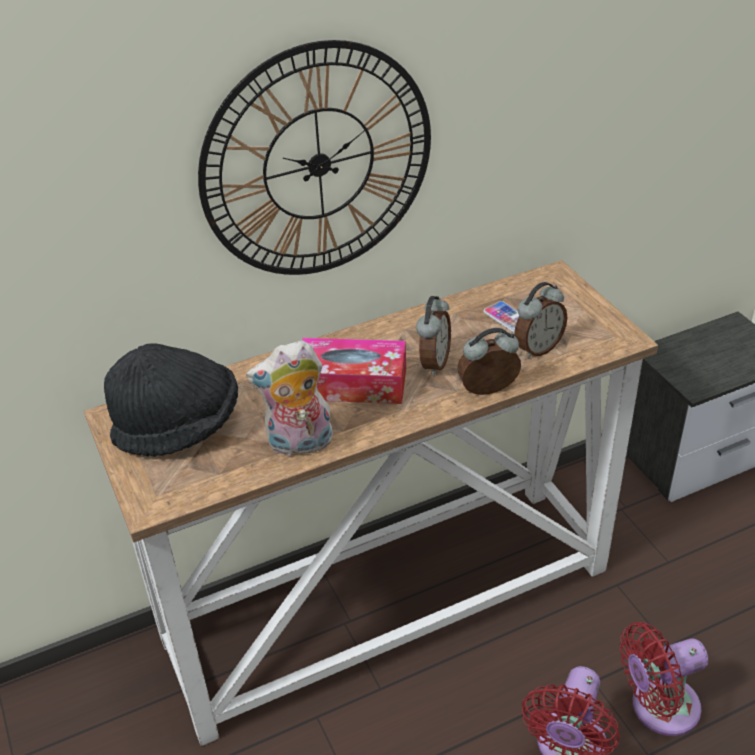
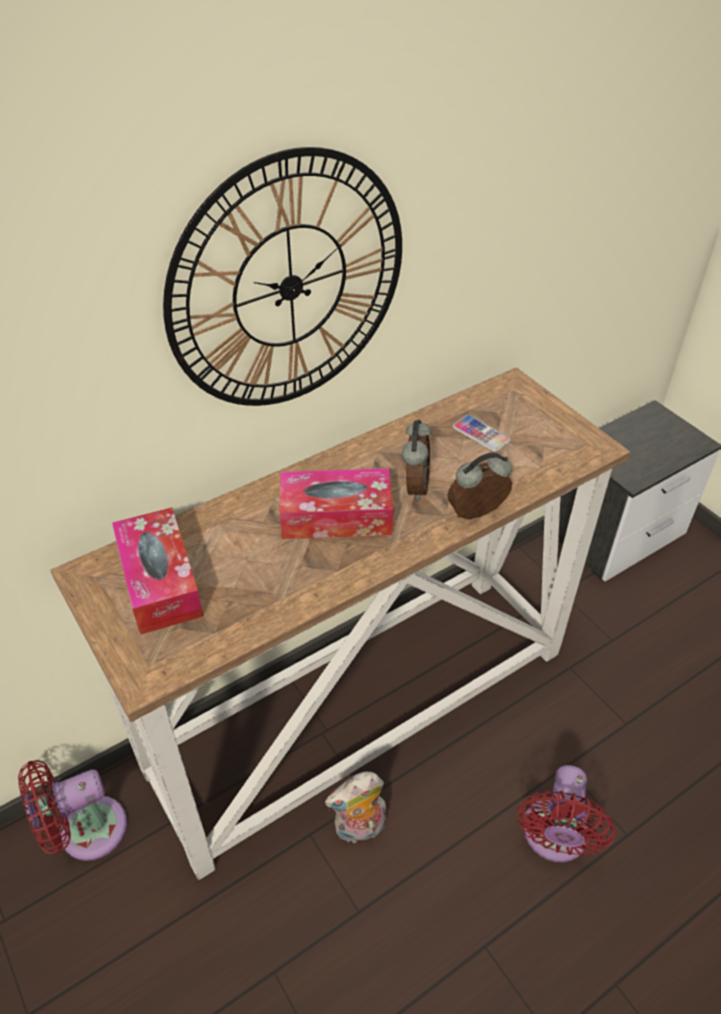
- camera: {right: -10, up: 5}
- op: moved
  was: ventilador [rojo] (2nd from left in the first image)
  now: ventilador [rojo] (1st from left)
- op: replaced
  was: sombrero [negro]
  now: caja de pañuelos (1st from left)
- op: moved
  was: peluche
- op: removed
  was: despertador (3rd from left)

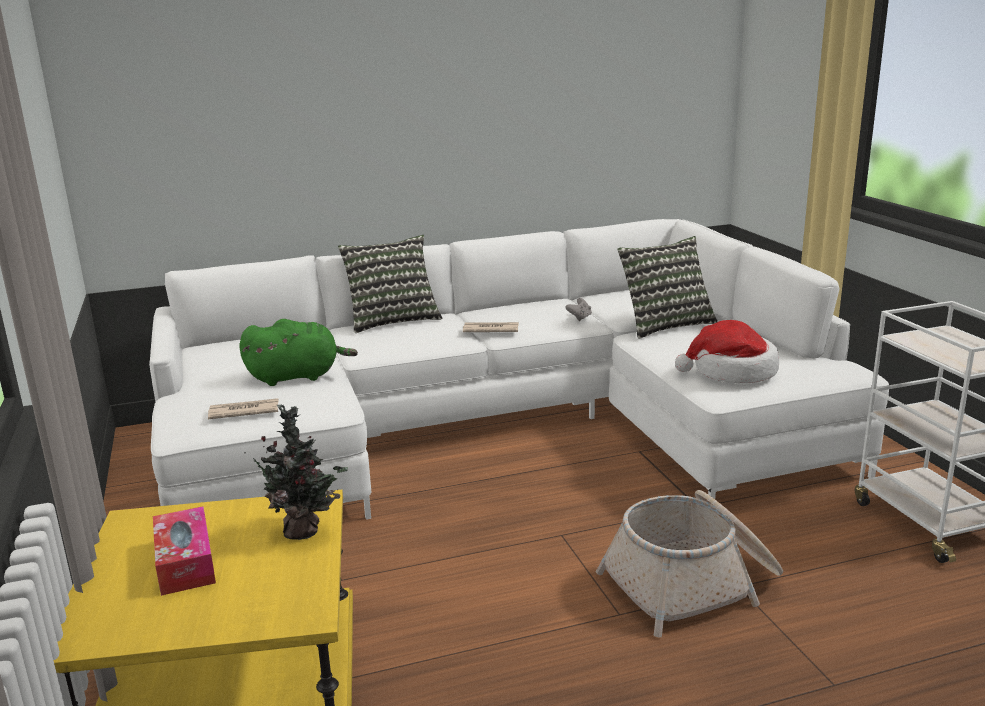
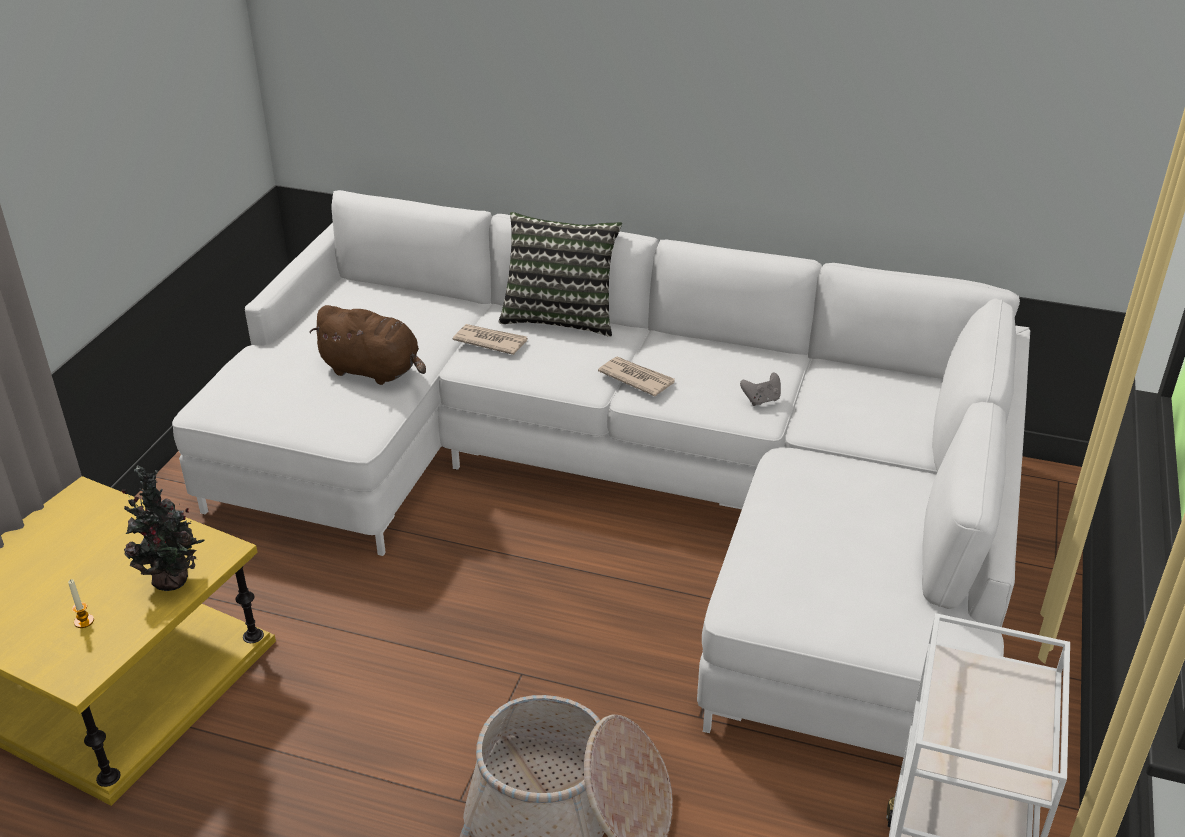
- camera: {right: 35, up: 15}
- op: added
  now: vela
- op: recoloured
  was: peluche [verde]
  now: peluche [marrón]
- op: moved
  was: periódico (1st from left)
- op: removed
  was: caja de pañuelos
- op: removed
  was: cojín (2nd from left)
- op: removed
  was: sombrero

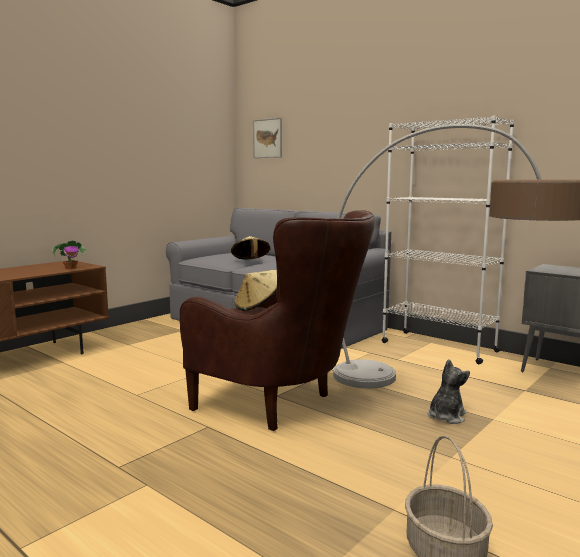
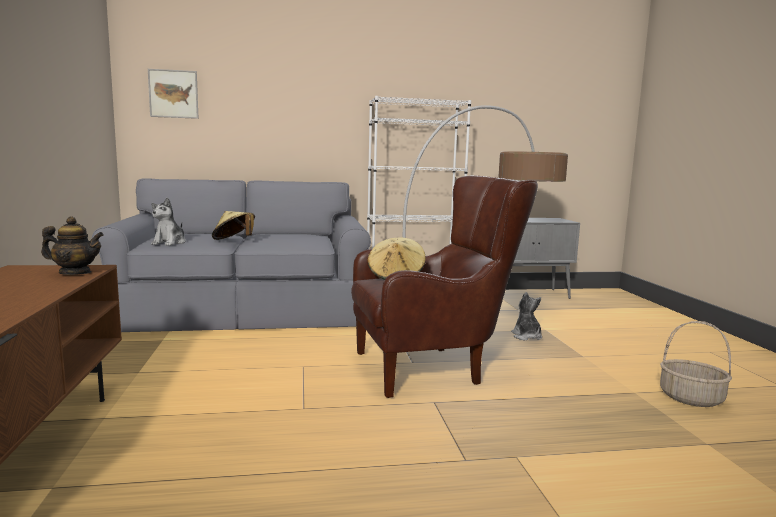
- camera: {right: -50, up: 0}
- op: replaced
  was: planta en maceta
  now: tetera
- op: added
  now: peluche (1st from left)

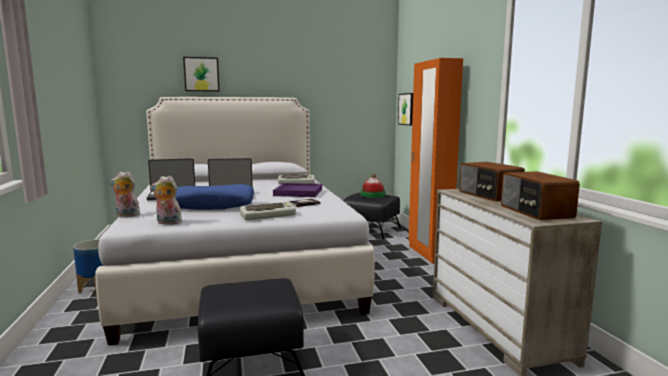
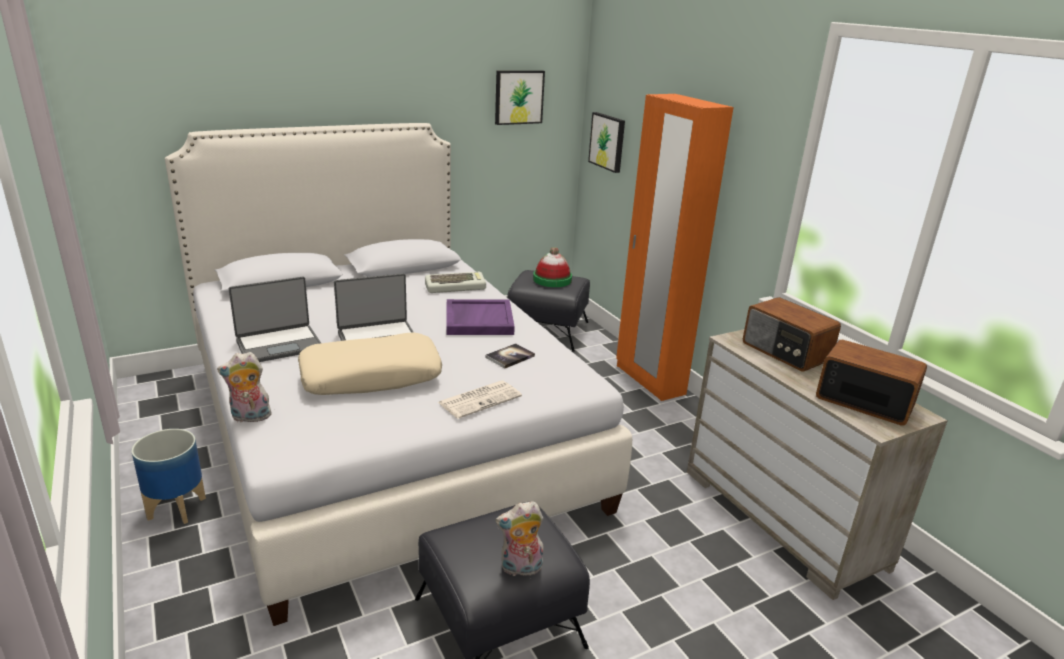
- camera: {right: -15, up: 15}
- op: recoloured
  was: cojín [azul]
  now: cojín [beis]
- op: replaced
  was: teclado (1st from left)
  now: periódico
- op: moved
  was: cuadro (1st from left)
- op: moved
  was: peluche (2nd from left)
- op: turned
  was: radio (2nd from left)
  clockwise: 150

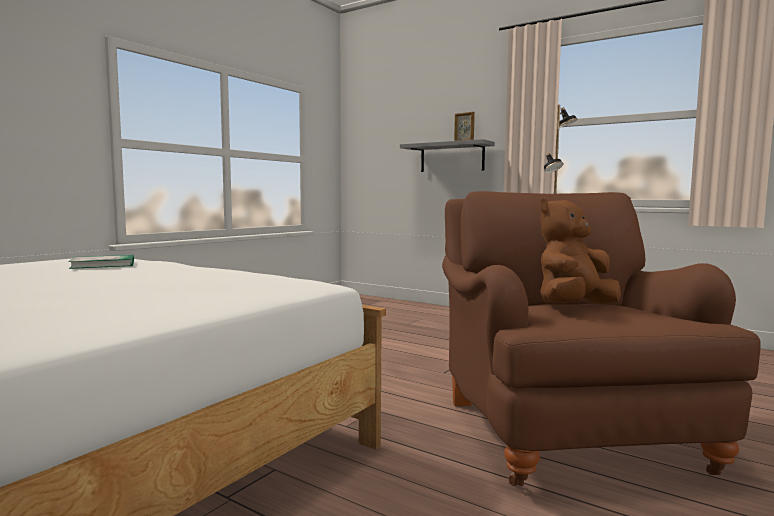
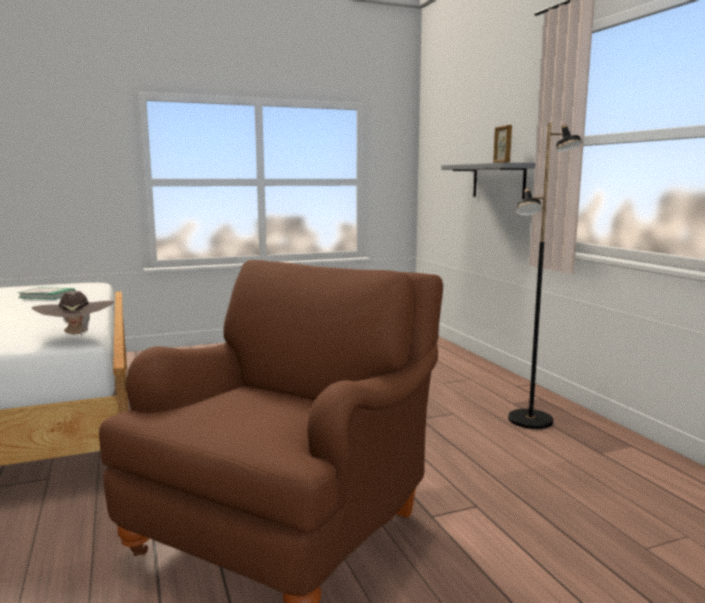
- camera: {right: 35, up: 5}
- op: added
  now: sombrero [marrón]
- op: removed
  was: peluche [marrón]

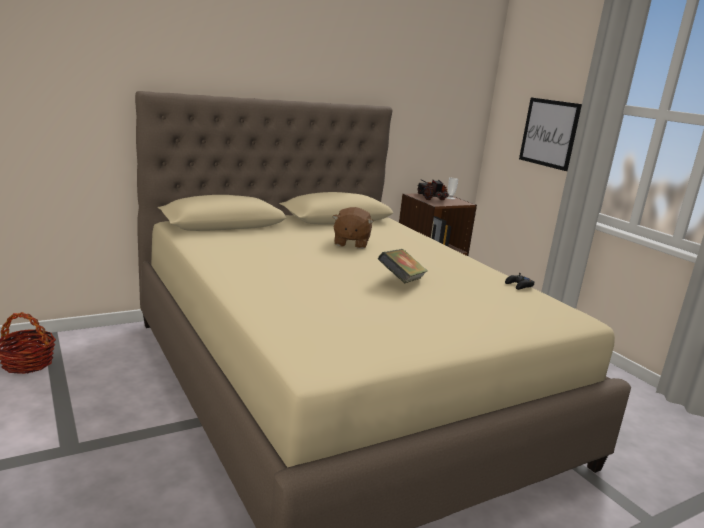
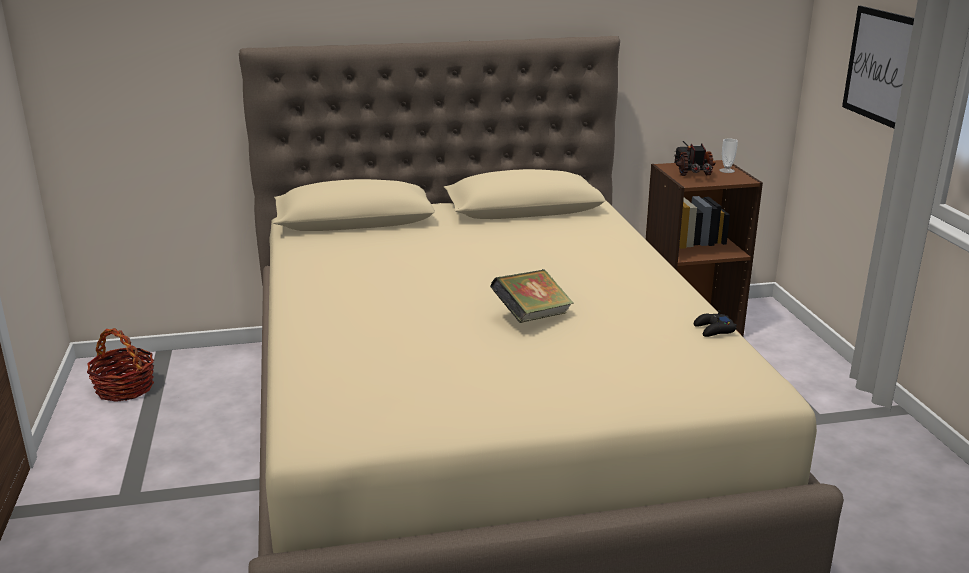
- camera: {right: 20, up: 5}
- op: removed
  was: peluche [marrón]

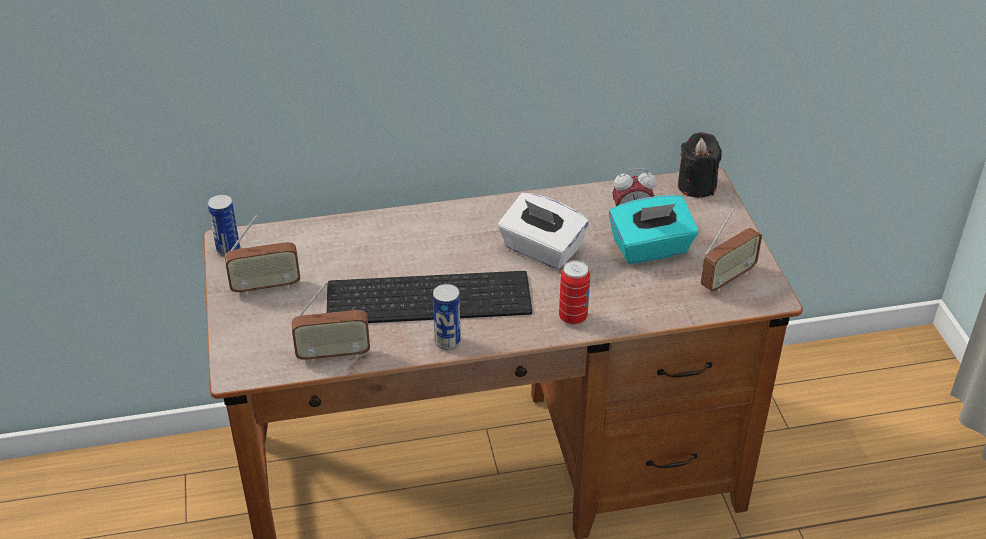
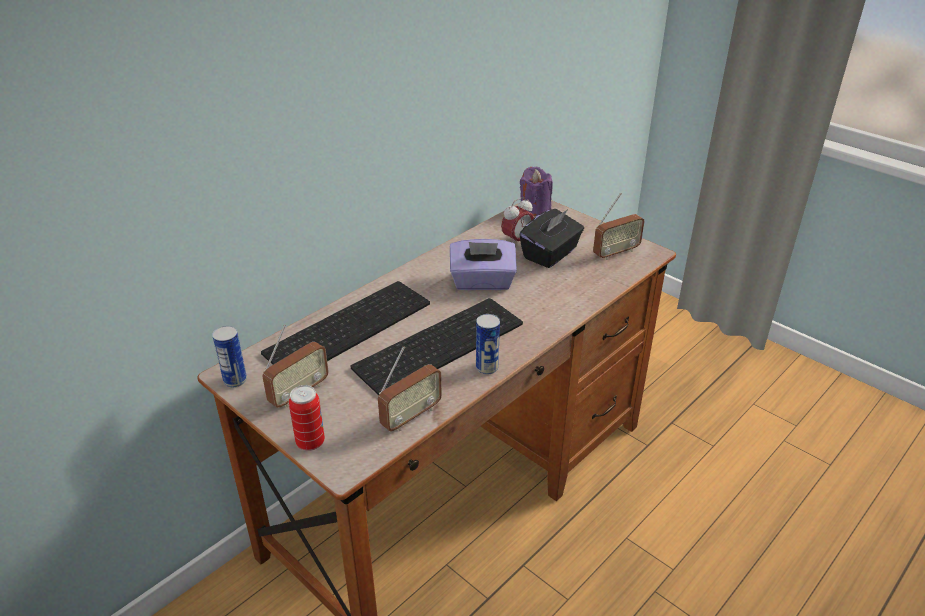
- camera: {right: -35, up: -5}
- op: added
  now: teclado (1st from left)
- op: moved
  was: lata (3rd from left in the first image)
  now: lata (2nd from left)
- op: recoloured
  was: caja de pañuelos [blanco]
  now: caja de pañuelos [morado]
- op: recoloured
  was: caja de pañuelos [turquesa]
  now: caja de pañuelos [negro]
- op: recoloured
  was: vela [negro]
  now: vela [morado]
- op: turned
  was: radio (3rd from left)
  clockwise: 45

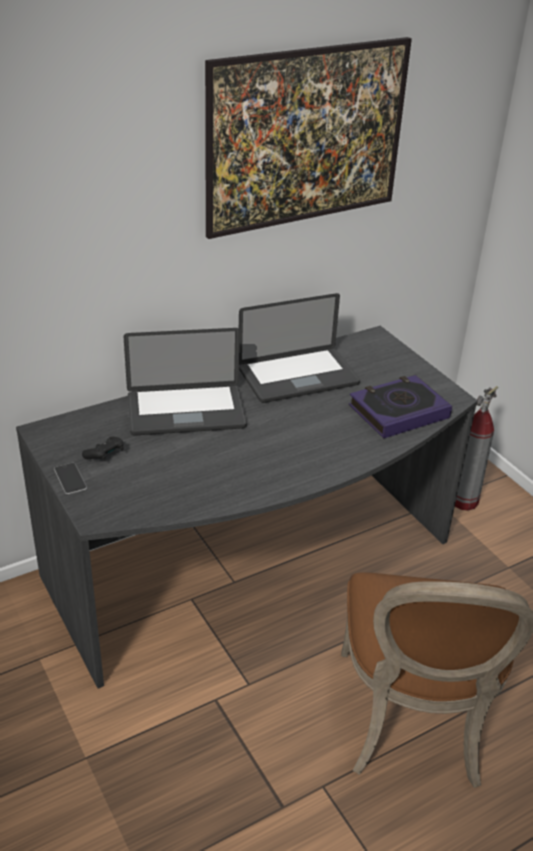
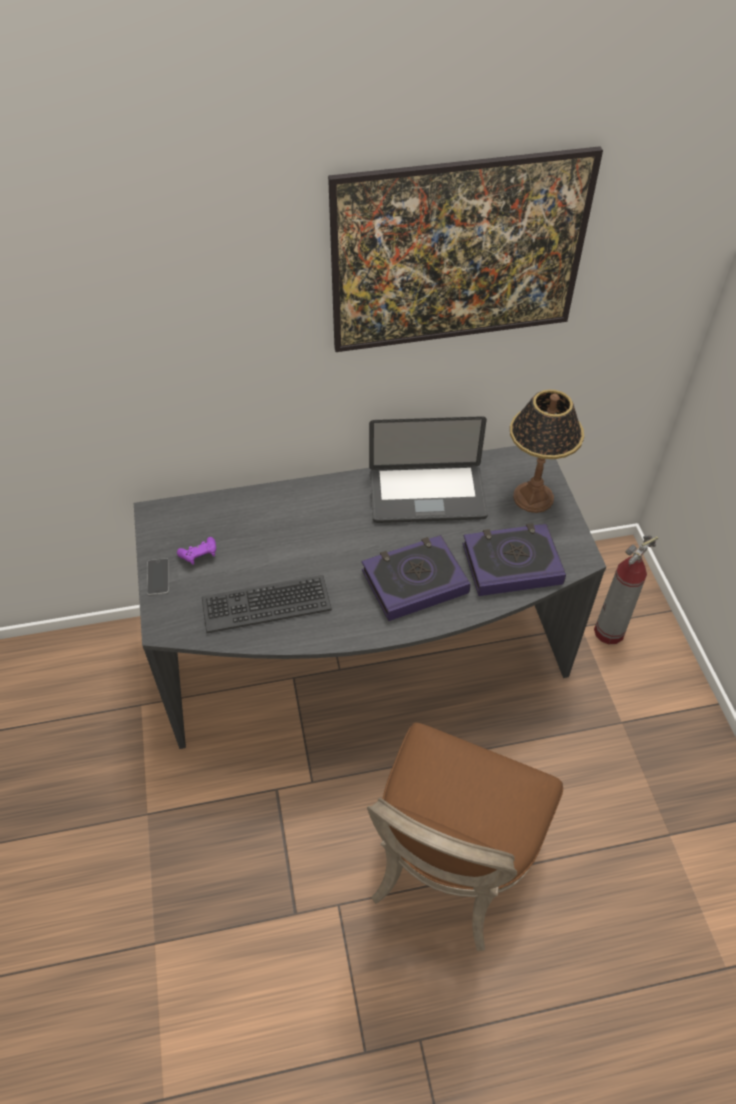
- camera: {right: 20, up: 15}
- op: recoloured
  was: mando de consola [negro]
  now: mando de consola [morado]
- op: added
  now: teclado
- op: added
  now: libro (1st from left)
- op: added
  now: lámpara de mesa
- op: removed
  was: portátil (1st from left)

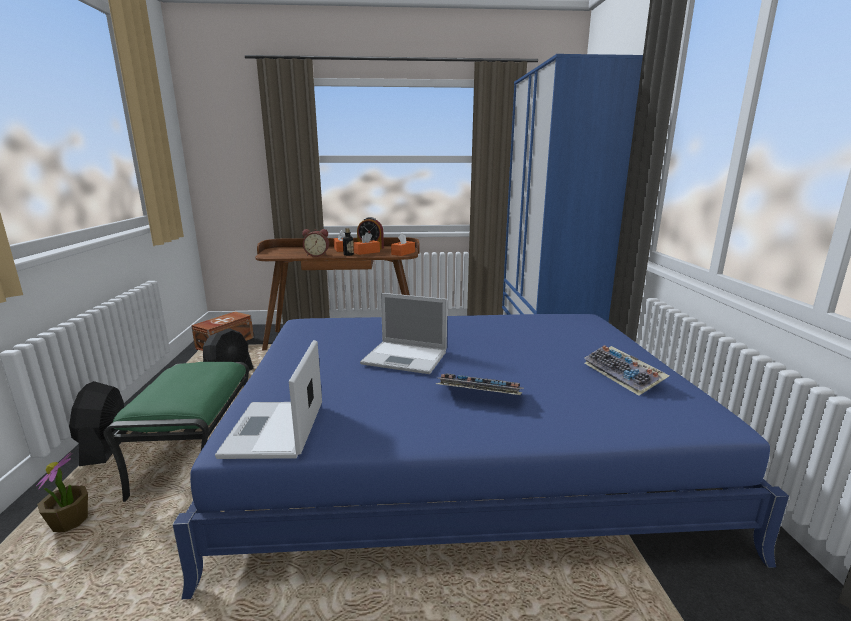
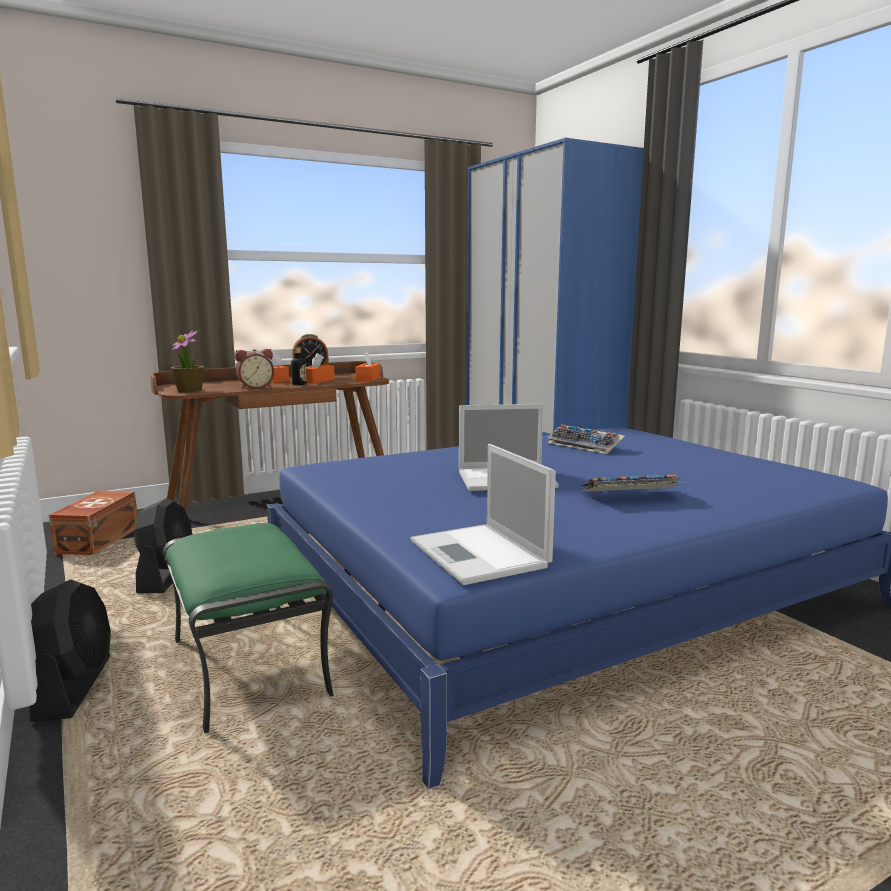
- camera: {right: -25, up: -5}
- op: turned
  was: ventilador [negro] (1st from left)
  clockwise: -150
- op: moved
  was: planta en maceta
- op: moved
  was: teclado (2nd from left in the first image)
  now: teclado (1st from left)

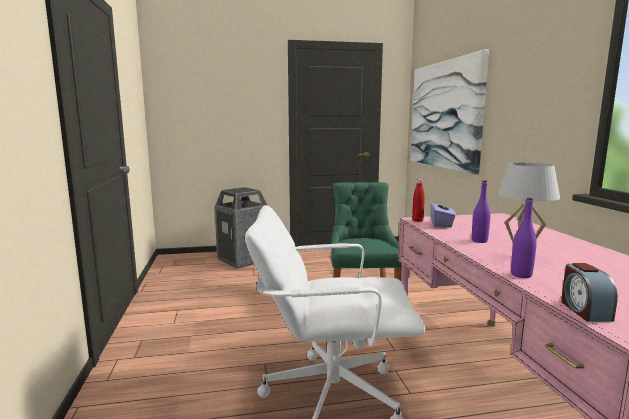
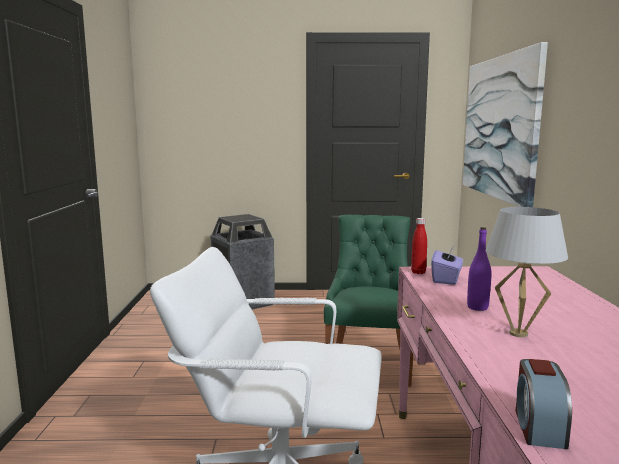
- camera: {right: 10, up: 0}
- op: removed
  was: botella [morado] (2nd from left)

